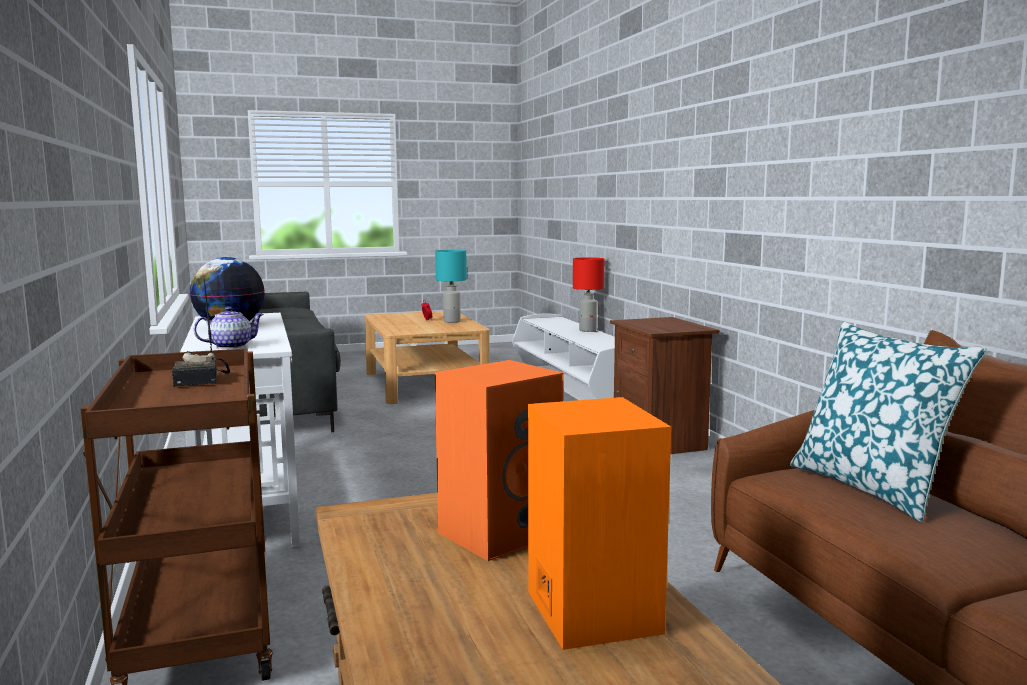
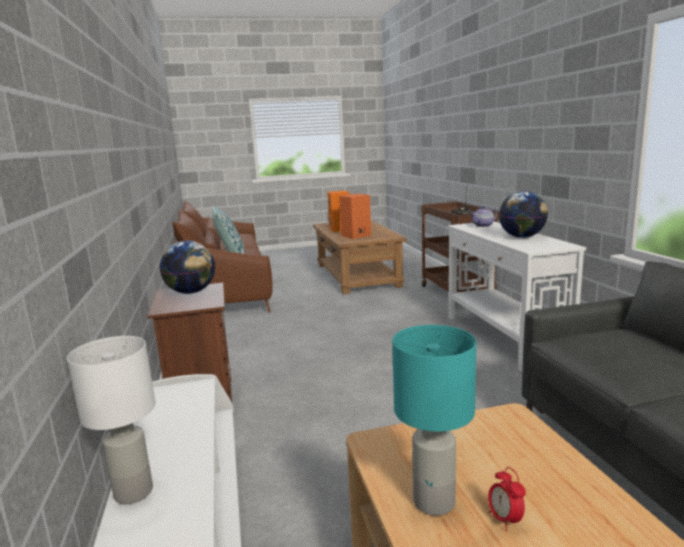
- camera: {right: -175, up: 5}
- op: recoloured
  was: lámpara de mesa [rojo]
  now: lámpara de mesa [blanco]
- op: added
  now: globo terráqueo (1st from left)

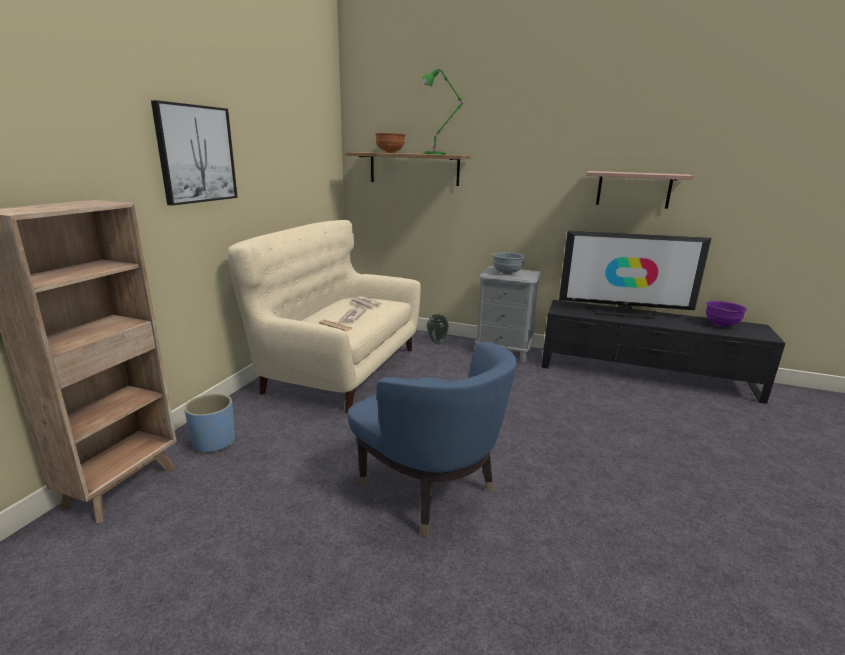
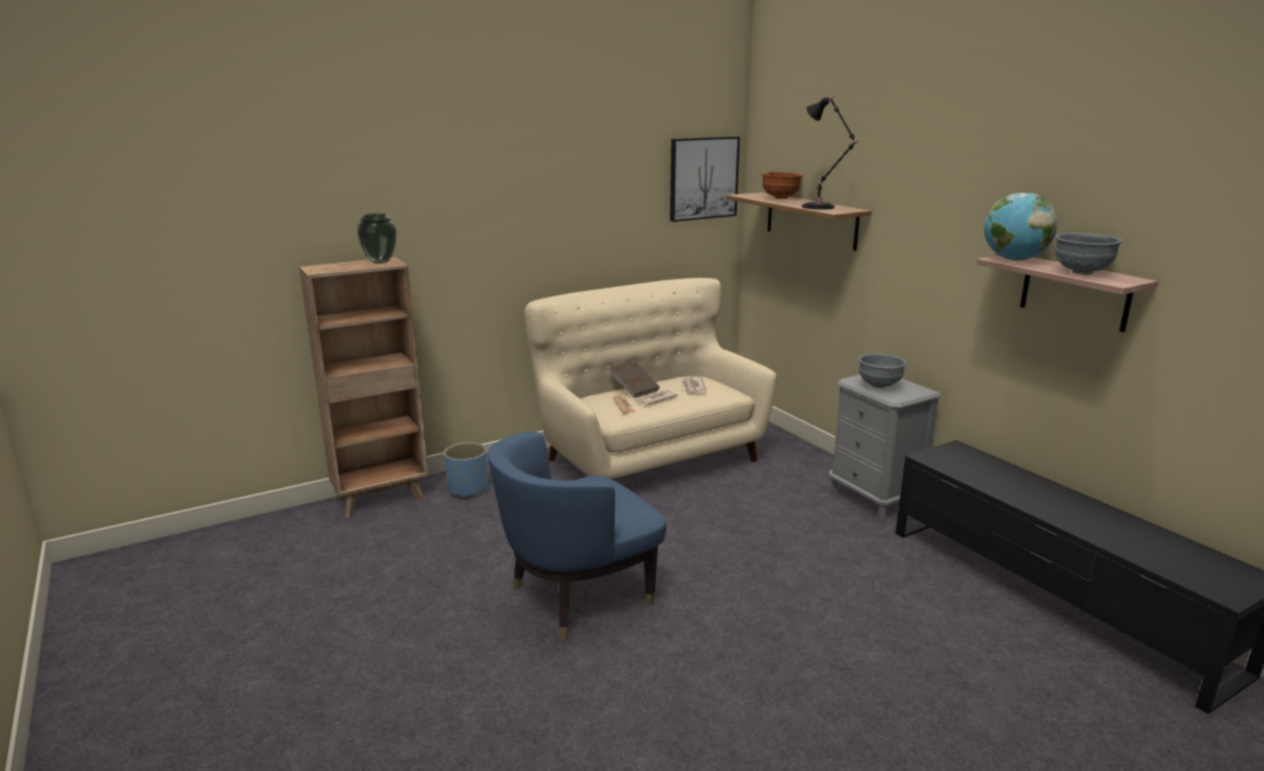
- camera: {right: 40, up: 0}
- op: moved
  was: florero
- op: turned
  was: sillón [azul]
  clockwise: 60
- op: added
  now: libro [marrón]
- op: moved
  was: cuadro
- op: recoloured
  was: lámpara de mesa [verde]
  now: lámpara de mesa [negro]
- op: added
  now: globo terráqueo
- op: added
  now: cuenco [gris] (2nd from left)
- op: removed
  was: televisor
- op: removed
  was: cuenco [morado]

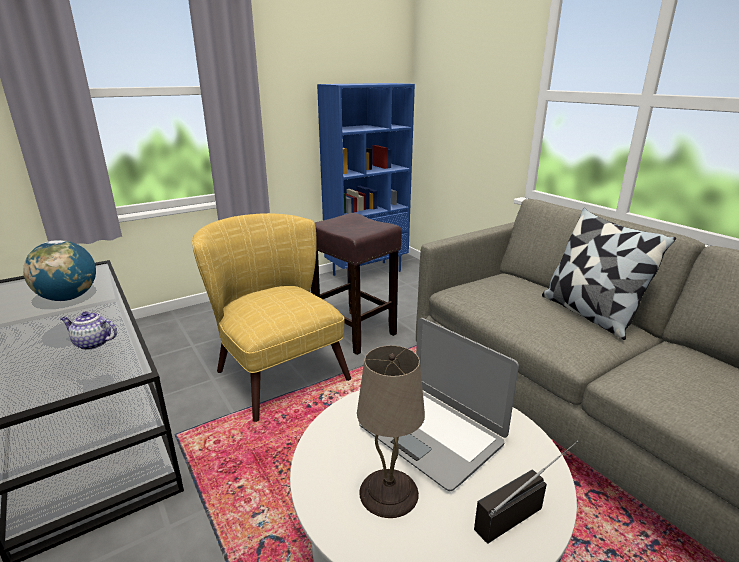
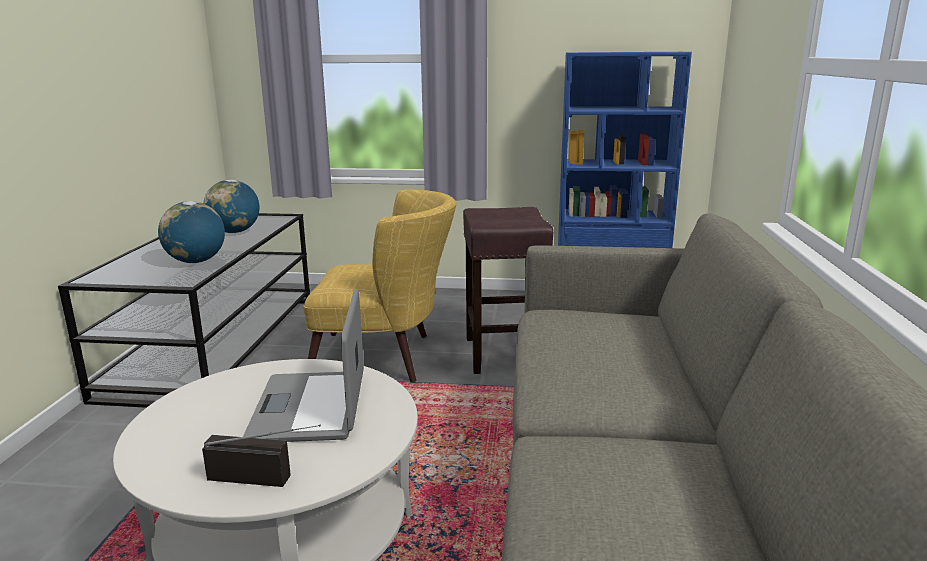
- camera: {right: 40, up: -5}
- op: replaced
  was: tetera
  now: globo terráqueo (1st from left)
- op: turned
  was: sillón [amarillo]
  clockwise: 90
- op: removed
  was: lámpara de mesa [beis]
- op: removed
  was: cojín

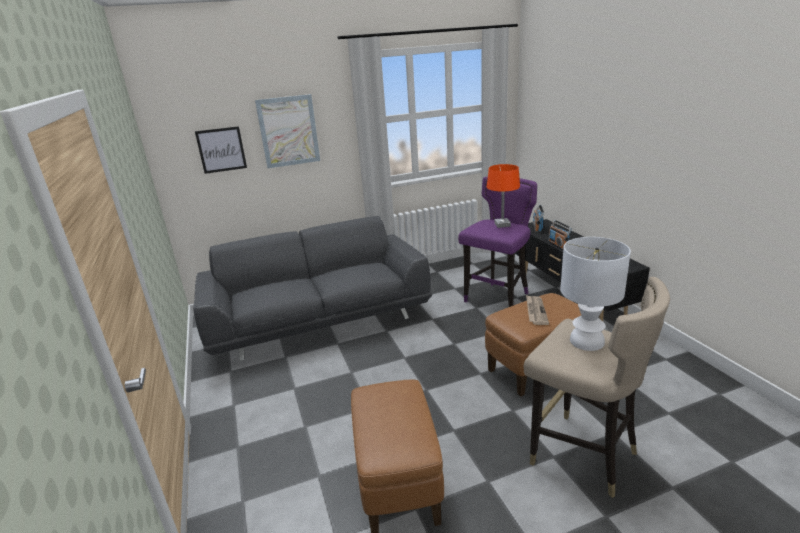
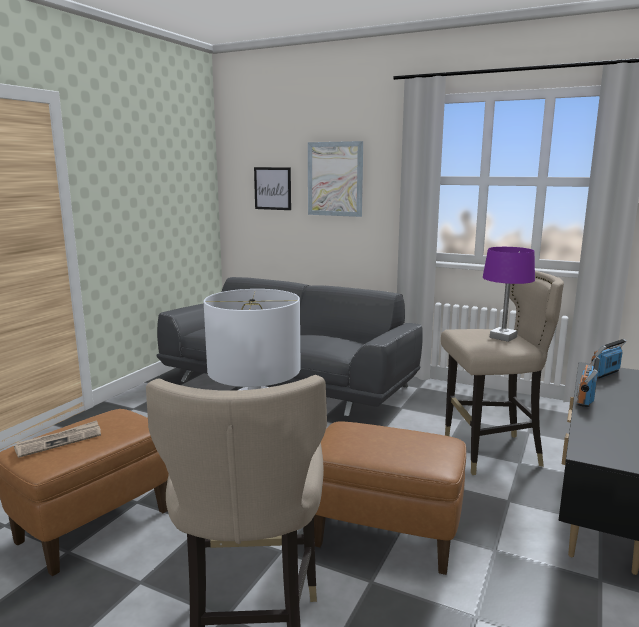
- camera: {right: 45, up: -10}
- op: moved
  was: periódico
- op: recoloured
  was: taburete [morado]
  now: taburete [beis] (2nd from left)
- op: recoloured
  was: lámpara de mesa [naranja]
  now: lámpara de mesa [morado]

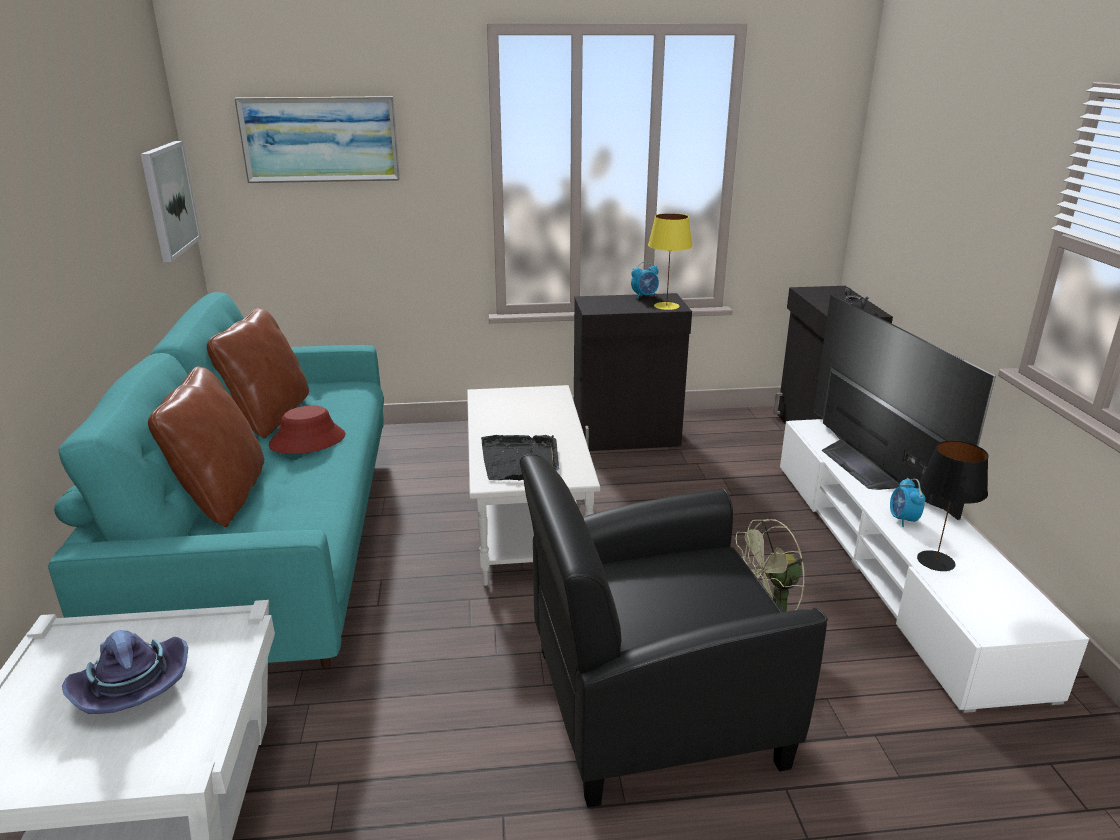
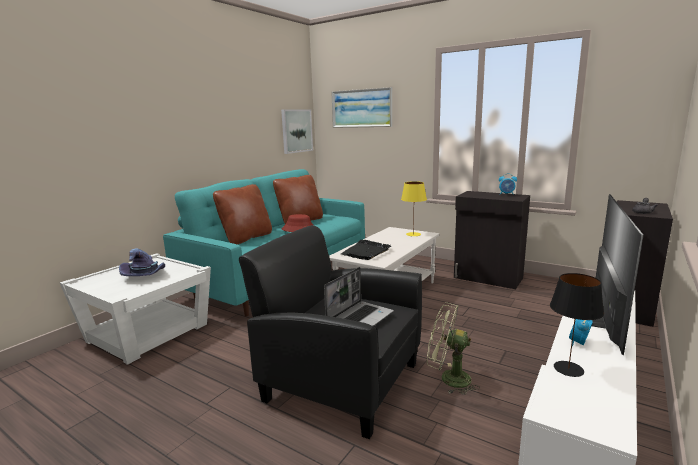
- camera: {right: 40, up: -10}
- op: added
  now: portátil
- op: moved
  was: lámpara de mesa [amarillo]

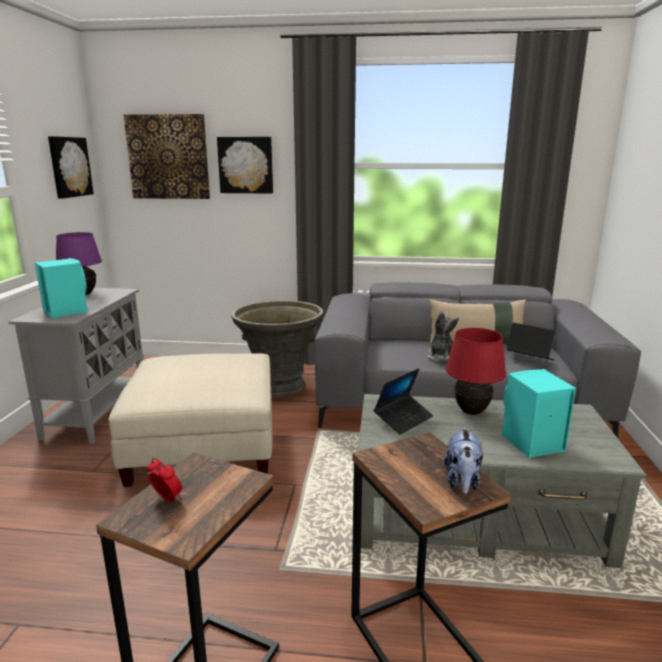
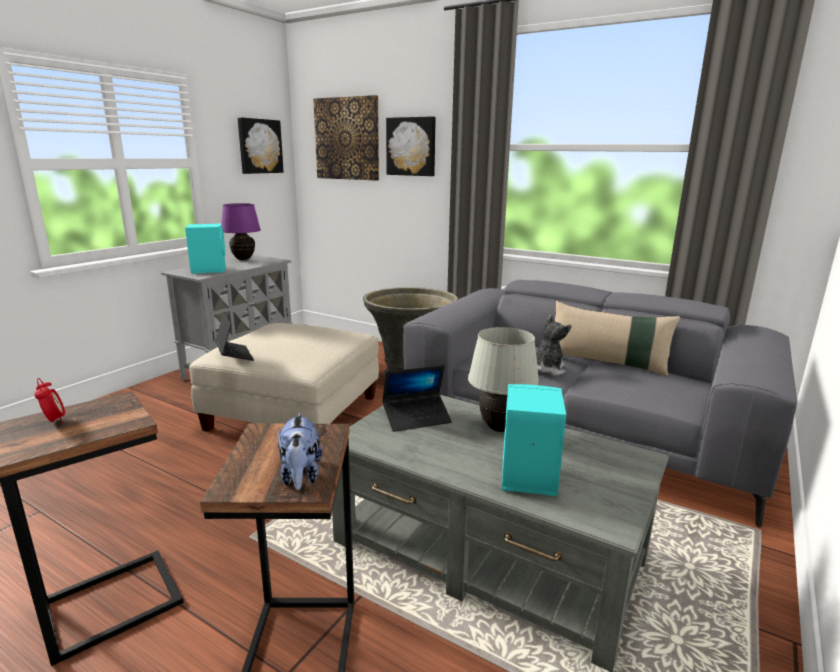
- camera: {right: 25, up: 0}
- op: moved
  was: portátil (2nd from left in the first image)
  now: portátil (1st from left)
- op: turned
  was: peluche (2nd from left in the first image)
  clockwise: -45
- op: recoloured
  was: lámpara de mesa [rojo]
  now: lámpara de mesa [blanco]

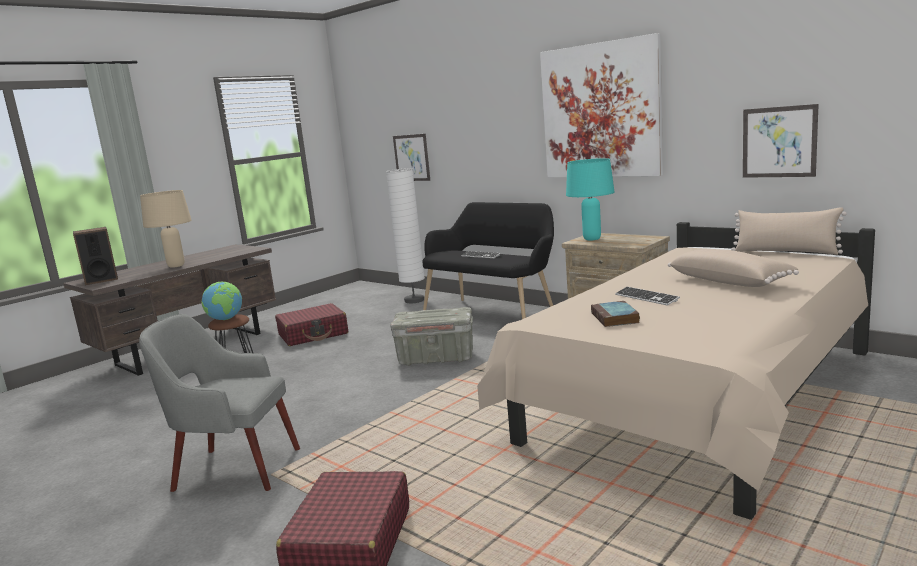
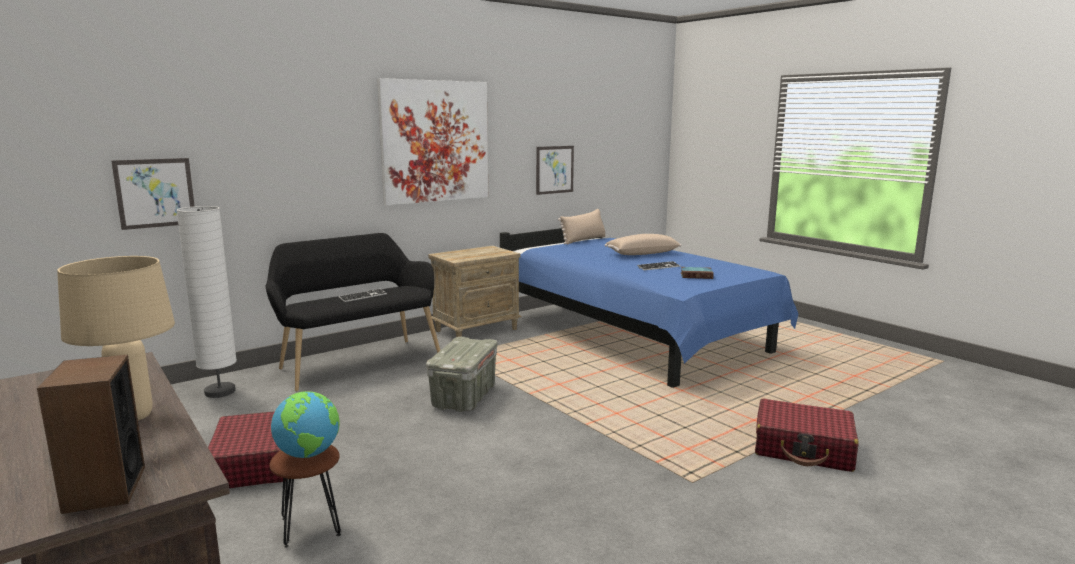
- camera: {right: -80, up: 0}
- op: recoloured
  was: cama [beis]
  now: cama [azul]
- op: removed
  was: sillón [gris]
- op: removed
  was: lámpara de mesa [turquesa]

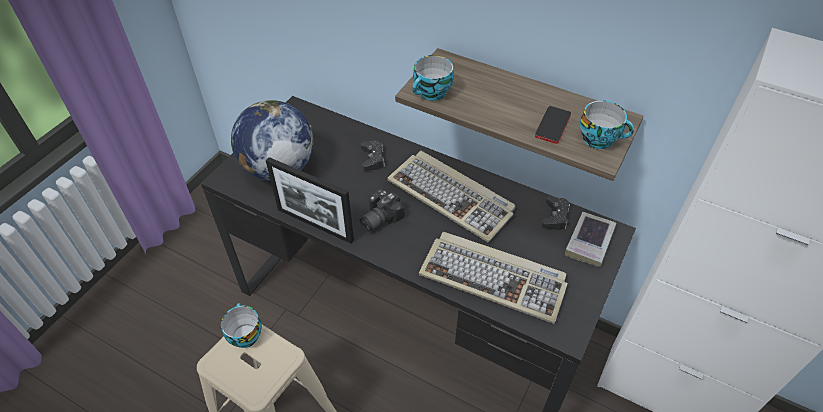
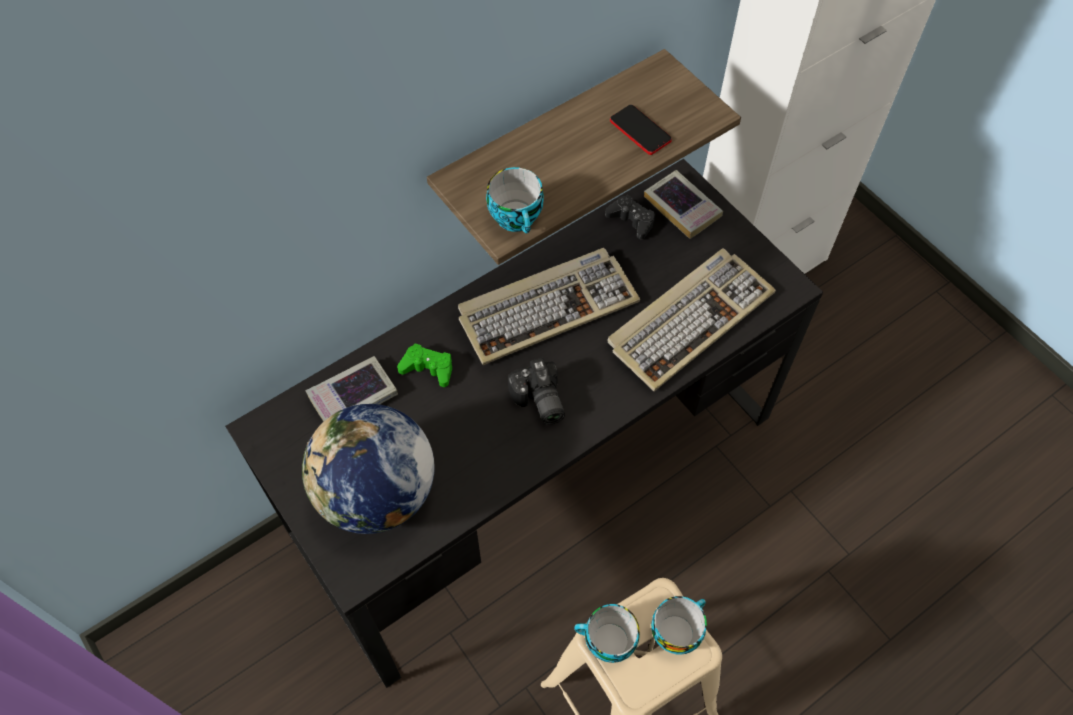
- camera: {right: -65, up: 10}
- op: added
  now: libro (1st from left)
- op: recoloured
  was: mando de consola [negro] (1st from left)
  now: mando de consola [verde]
- op: moved
  was: taza (3rd from left)
- op: removed
  was: portarretratos

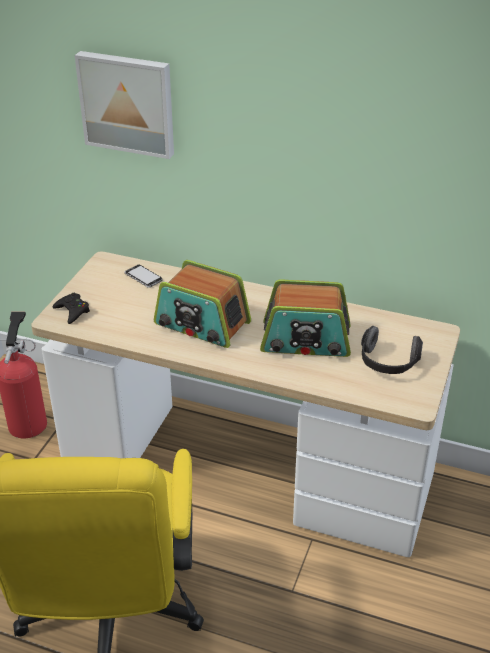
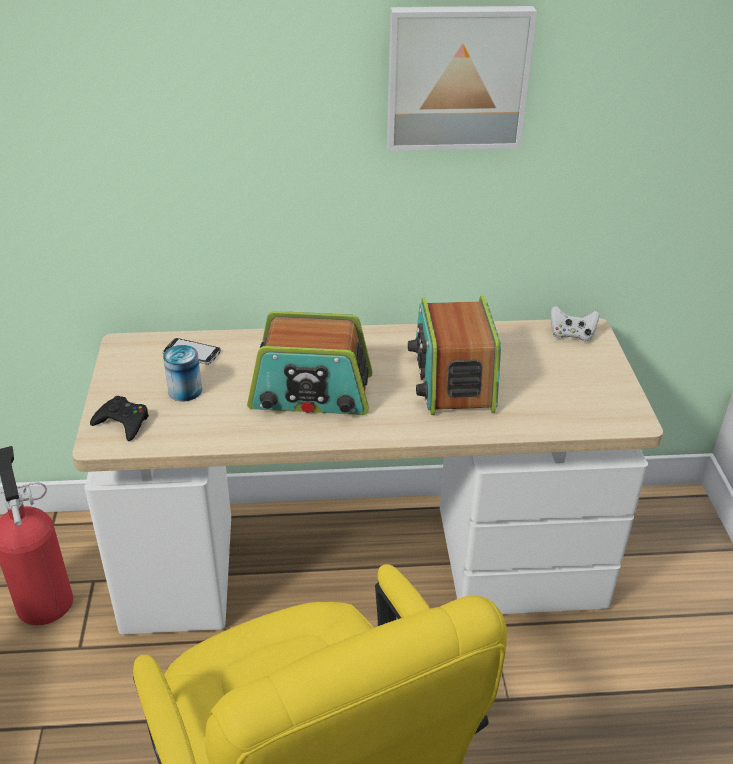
- camera: {right: -25, up: 0}
- op: added
  now: lata
- op: moved
  was: cuadro
- op: turned
  was: radio (2nd from left)
  clockwise: 105
- op: added
  now: mando de consola [blanco]
- op: removed
  was: auriculares

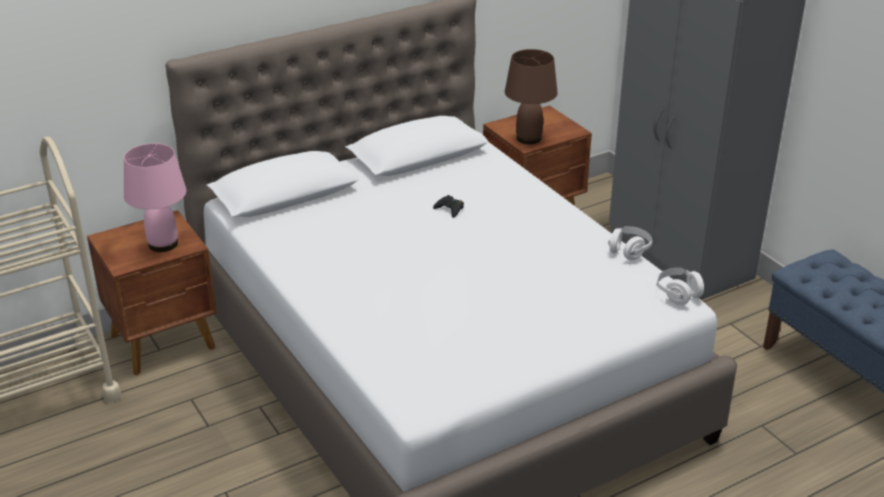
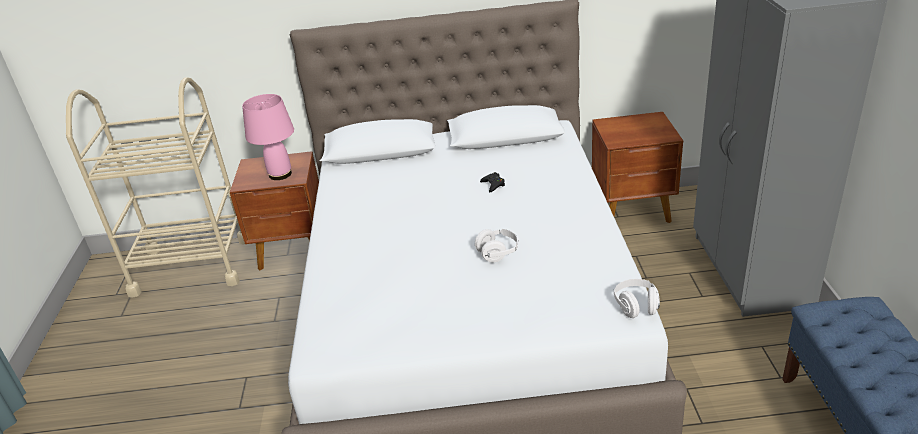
- camera: {right: 30, up: 0}
- op: moved
  was: auriculares [blanco] (1st from left)
- op: removed
  was: lámpara de mesa [marrón]

